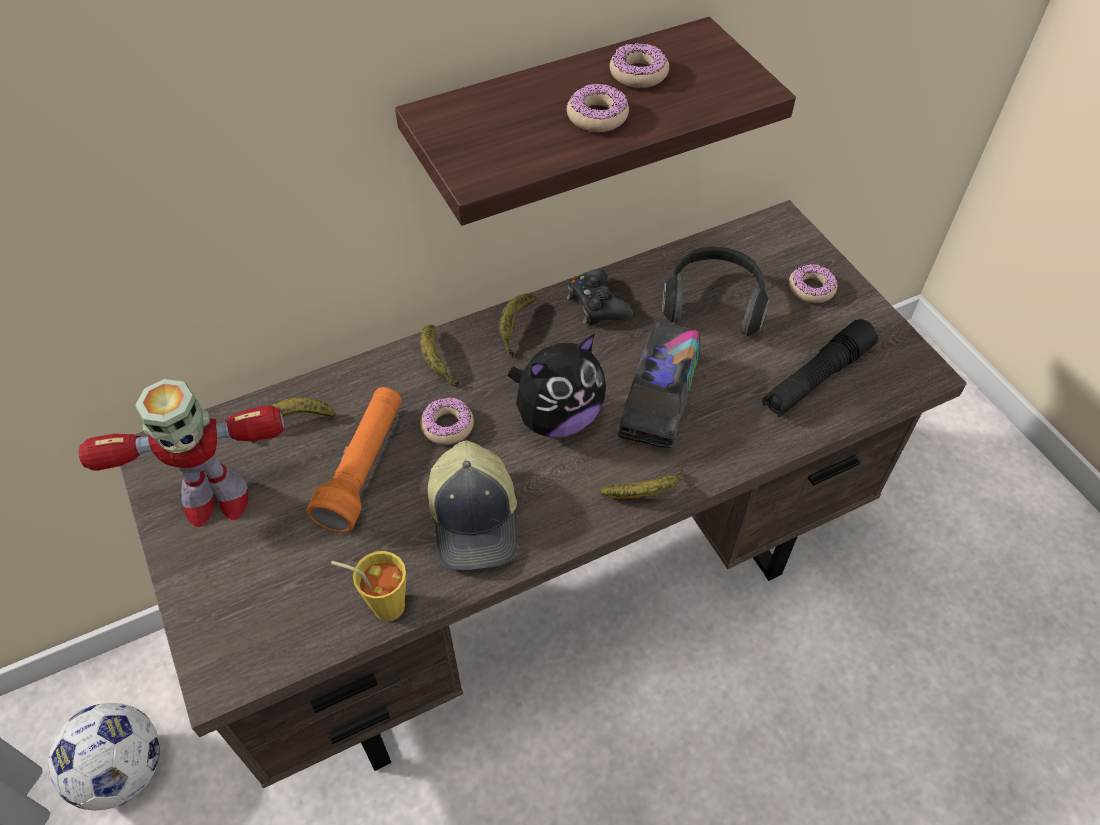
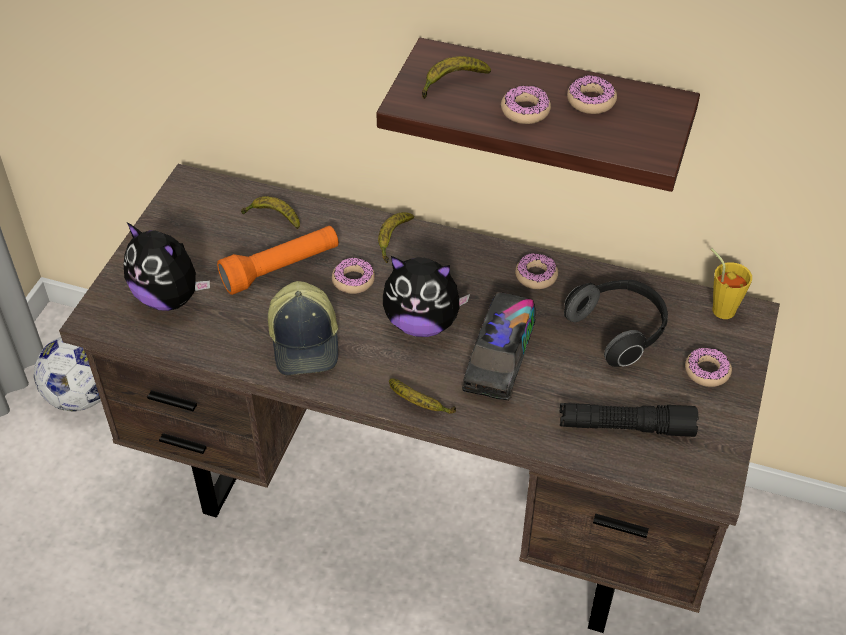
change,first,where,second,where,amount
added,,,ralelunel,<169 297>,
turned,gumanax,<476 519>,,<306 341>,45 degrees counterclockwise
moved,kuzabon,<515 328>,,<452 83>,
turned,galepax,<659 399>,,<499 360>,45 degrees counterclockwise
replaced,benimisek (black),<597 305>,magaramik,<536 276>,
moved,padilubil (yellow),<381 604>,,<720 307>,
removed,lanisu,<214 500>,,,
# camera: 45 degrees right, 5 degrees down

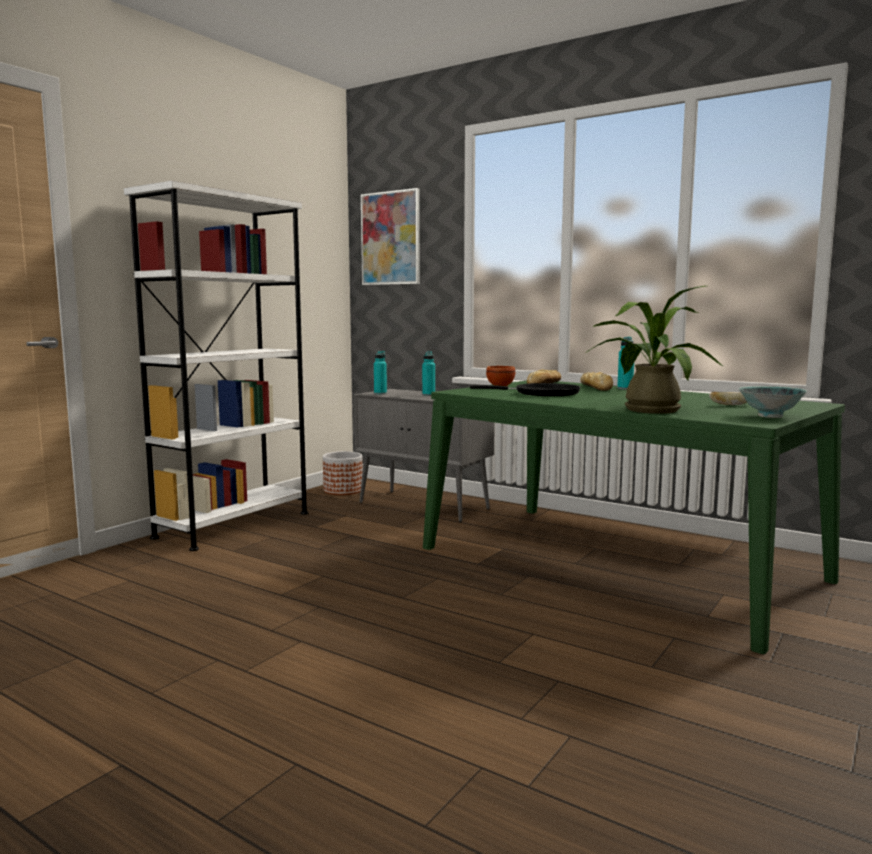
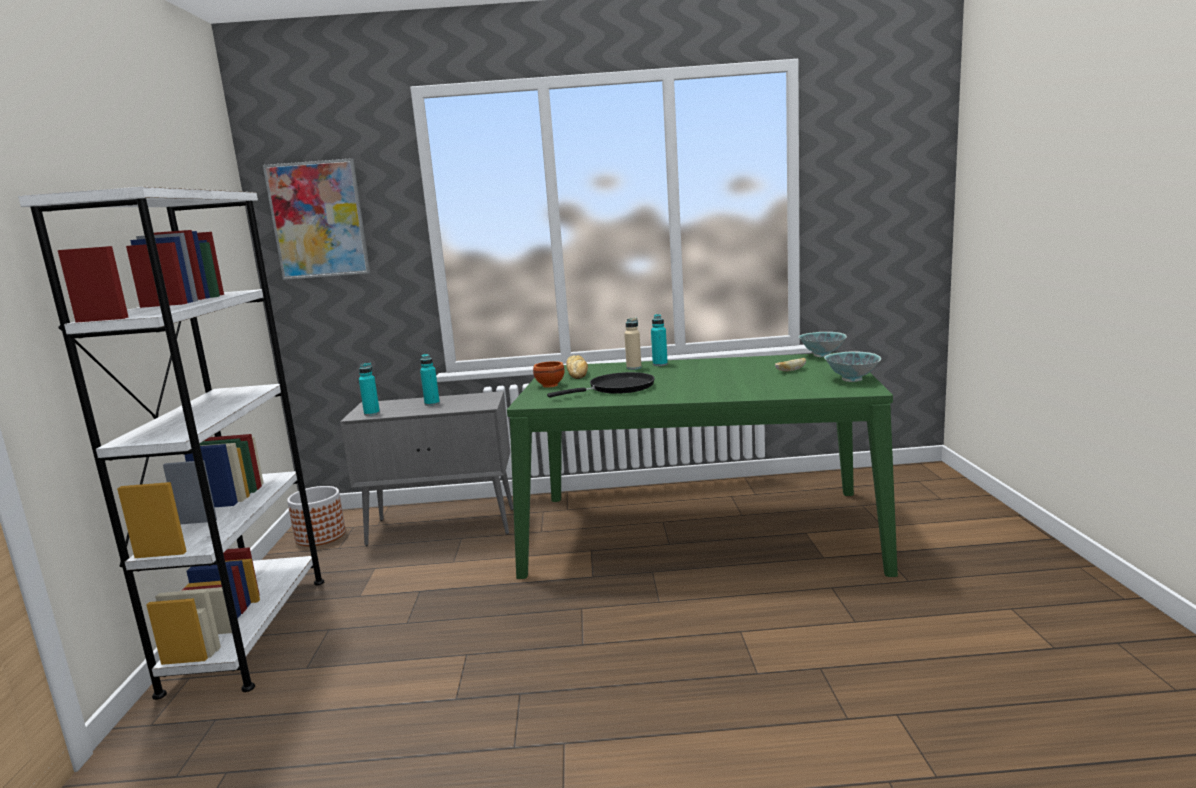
change,first,where,second,where,amount
replaced,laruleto,<596 387>,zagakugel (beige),<634 368>,
added,,,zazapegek,<822 355>,
removed,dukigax,<646 409>,,,
# camera: 35 degrees left, 5 degrees up

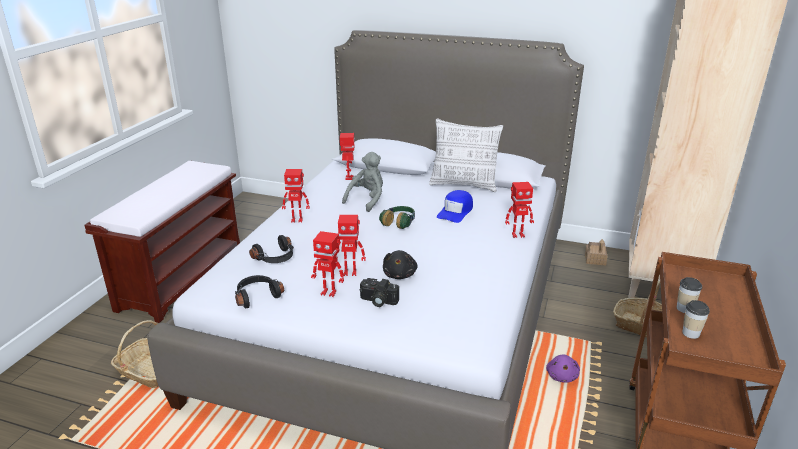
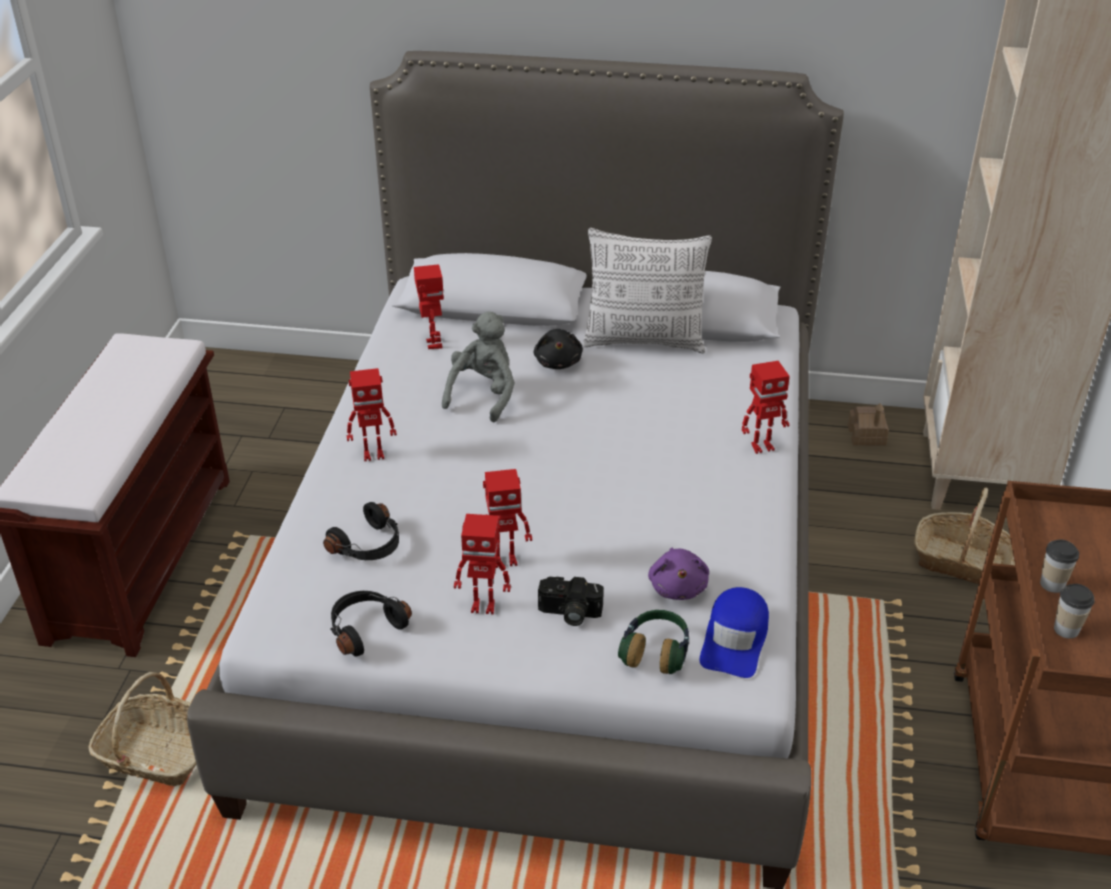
change,first,where,second,where,amount
moved,ralelunel (black),<400 274>,,<558 362>,
moved,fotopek,<399 223>,,<656 652>,
moved,ralelunel (purple),<562 376>,,<678 587>,
moved,gumanax (blue),<456 212>,,<735 639>,
# camera: 10 degrees left, 10 degrees up

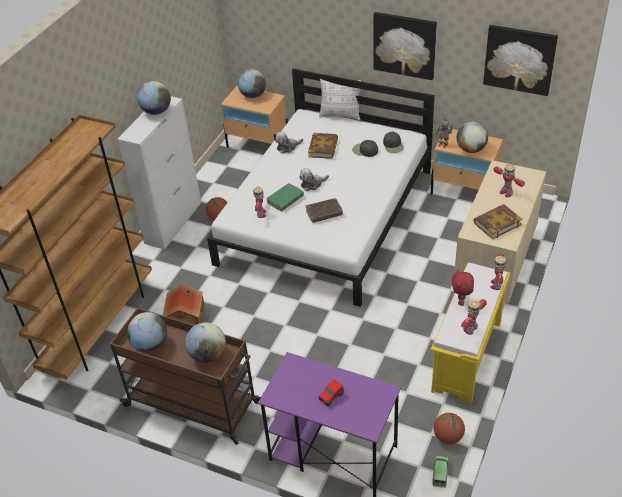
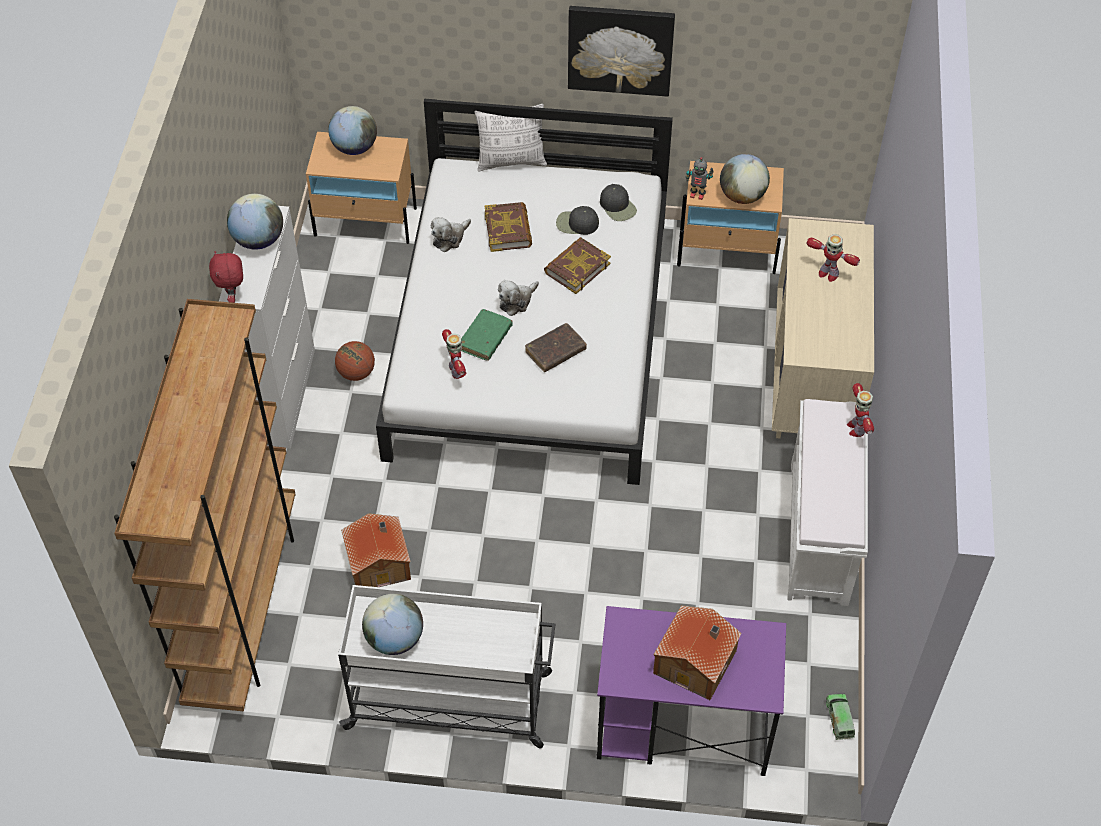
change,first,where,second,where,amount
moved,ralelunel (red),<461 301>,,<233 296>,
recoloured,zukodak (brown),<194 404>,zukodak (white),<451 701>,
moved,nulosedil,<497 223>,,<577 268>,
replaced,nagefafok,<331 397>,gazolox,<696 661>,
recoloured,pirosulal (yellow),<467 357>,pirosulal (white),<820 534>,
removed,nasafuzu,<208 355>,,,
removed,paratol,<448 437>,,,
removed,lanisu,<471 329>,,,
removed,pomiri,<519 59>,,,
# camera: 20 degrees left, 10 degrees up

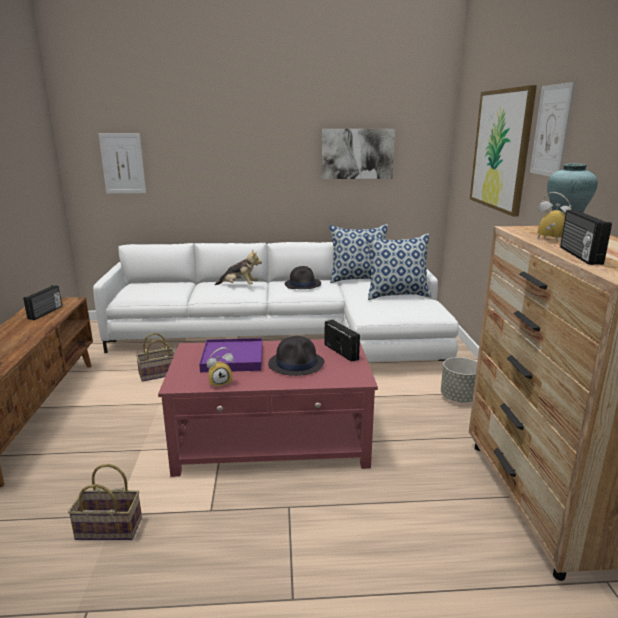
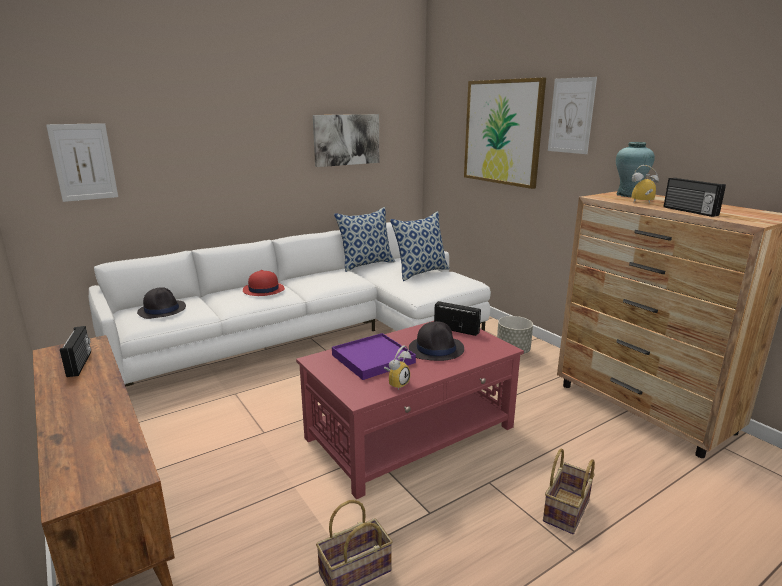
change,first,where,second,where,amount
moved,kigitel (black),<303 284>,,<162 310>,
replaced,ralelunel,<239 286>,kigitel (red),<263 290>,
moved,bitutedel,<157 374>,,<567 512>,
# camera: 30 degrees left, 0 degrees up

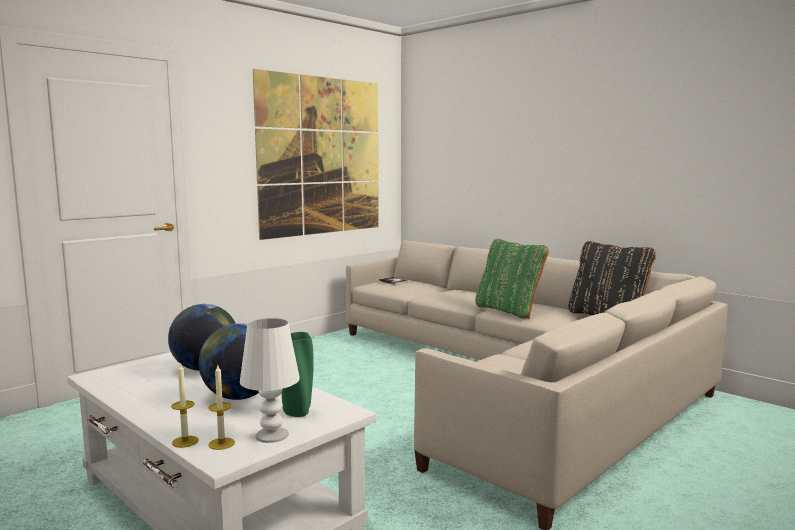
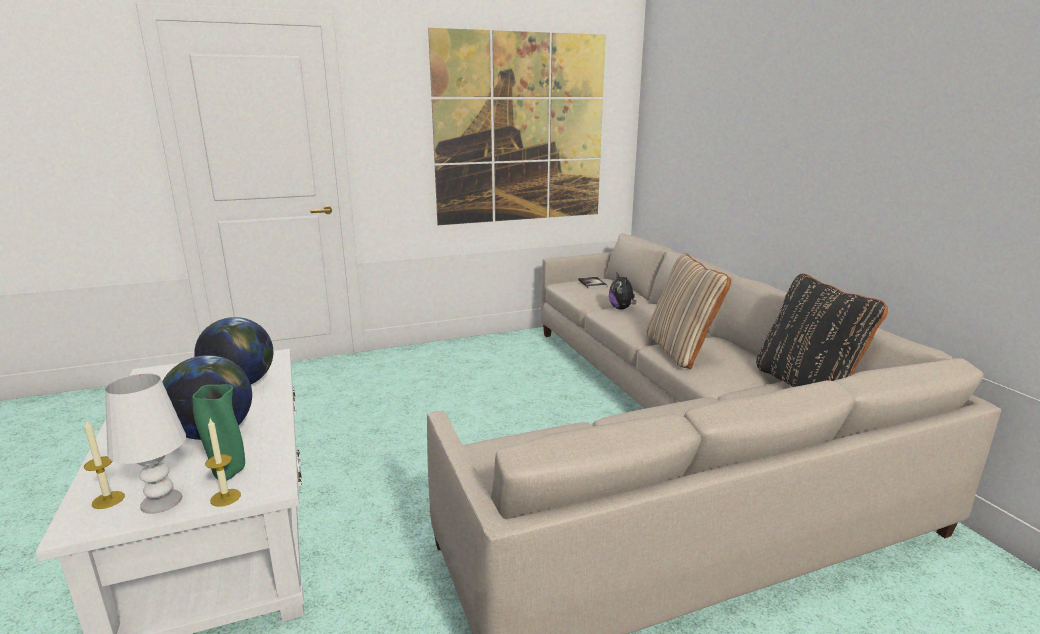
change,first,where,second,where,amount
moved,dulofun,<185 441>,,<225 497>,
added,,,ralelunel,<621 308>,
recoloured,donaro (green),<509 311>,donaro (beige),<680 350>,
# camera: 25 degrees right, 10 degrees up

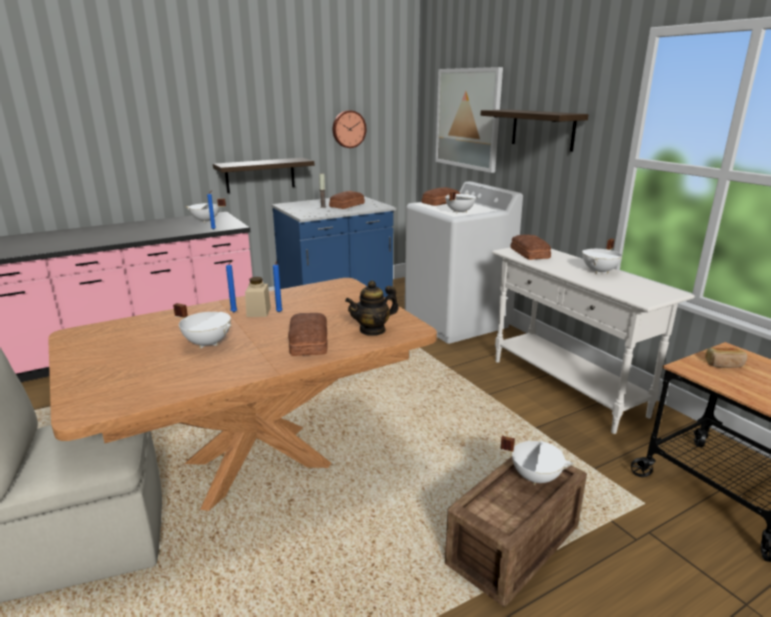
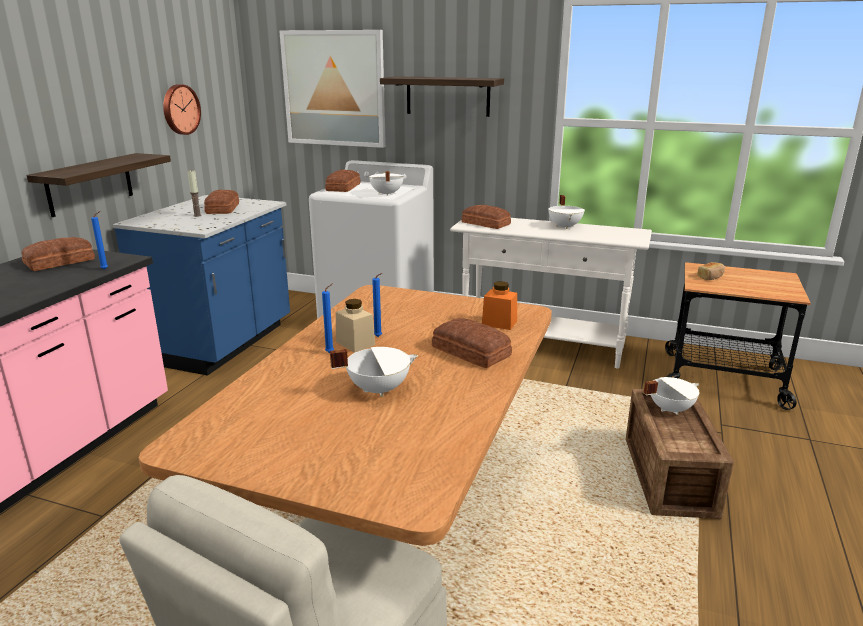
change,first,where,second,where,amount
replaced,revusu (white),<206 221>,laruleto,<61 262>,
replaced,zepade,<372 330>,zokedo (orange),<499 323>,
# camera: 40 degrees left, 0 degrees up

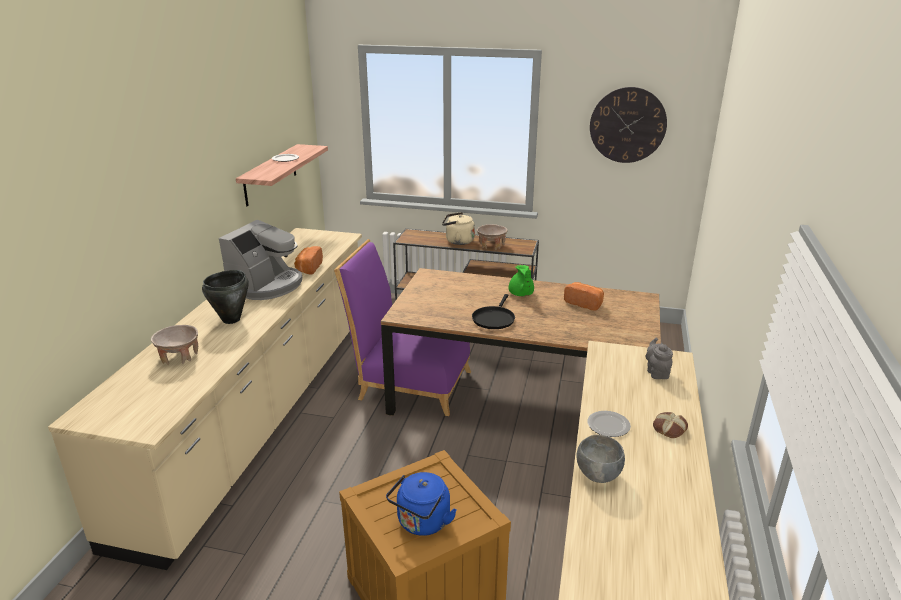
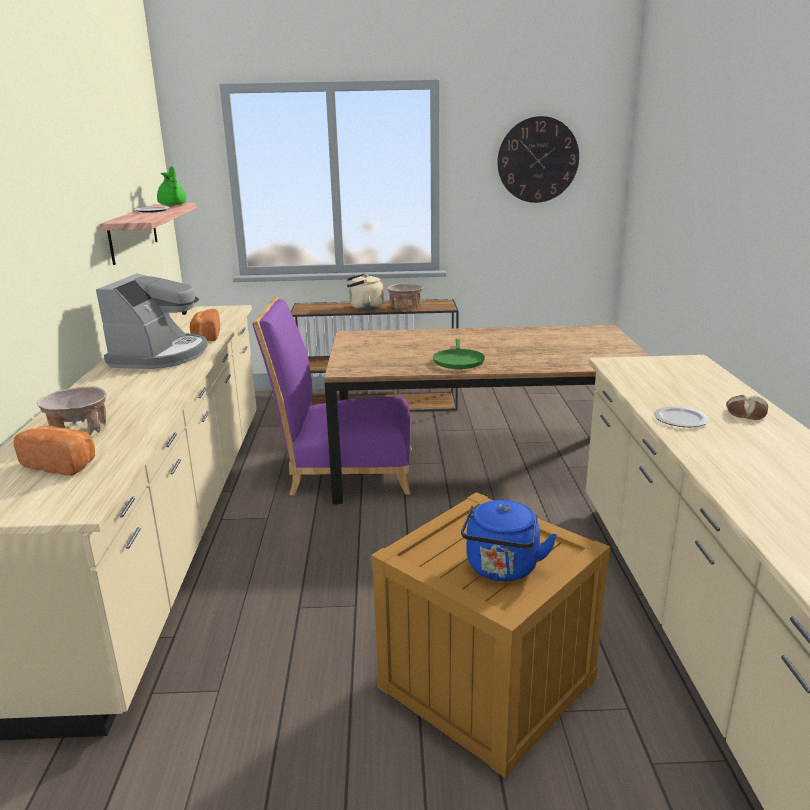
change,first,where,second,where,amount
moved,laruleto,<584 303>,,<63 464>,
moved,zepade (green),<521 294>,,<172 205>,
recoloured,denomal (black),<494 319>,denomal (green),<458 361>,
removed,revusu (black),<231 319>,,,
removed,zazapegek (grey),<597 475>,,,
removed,zepade (grey),<657 372>,,,
# camera: 15 degrees left, 5 degrees down

